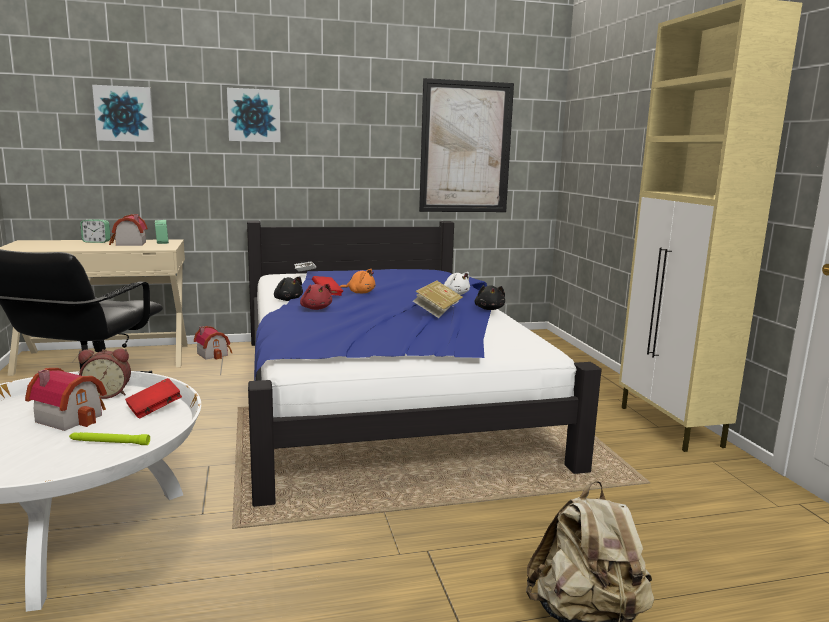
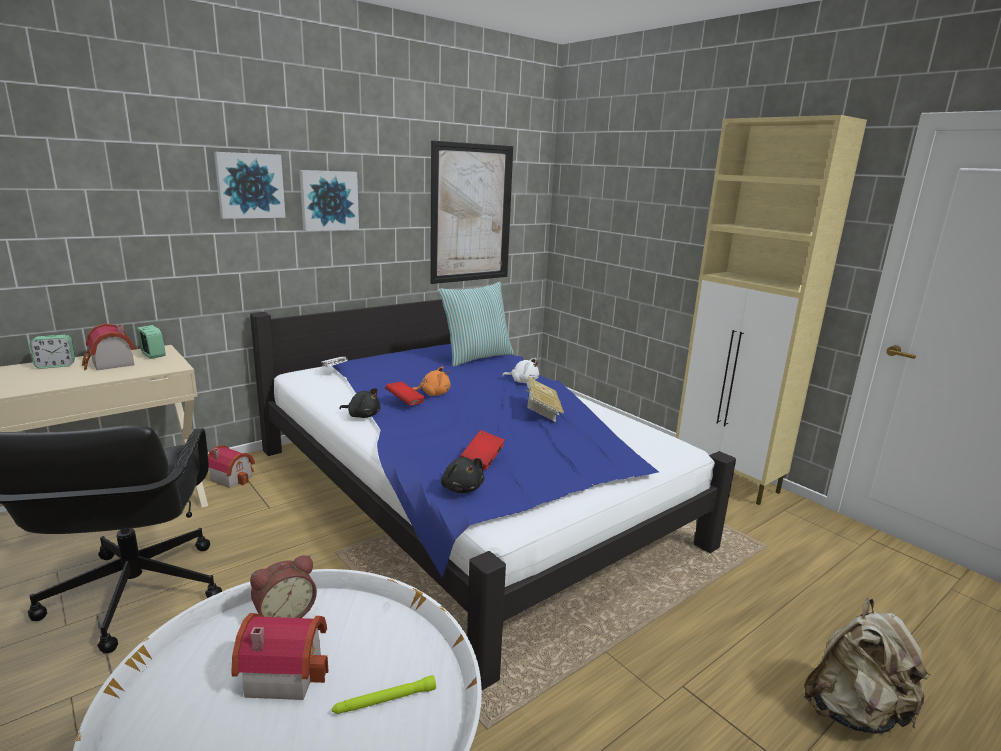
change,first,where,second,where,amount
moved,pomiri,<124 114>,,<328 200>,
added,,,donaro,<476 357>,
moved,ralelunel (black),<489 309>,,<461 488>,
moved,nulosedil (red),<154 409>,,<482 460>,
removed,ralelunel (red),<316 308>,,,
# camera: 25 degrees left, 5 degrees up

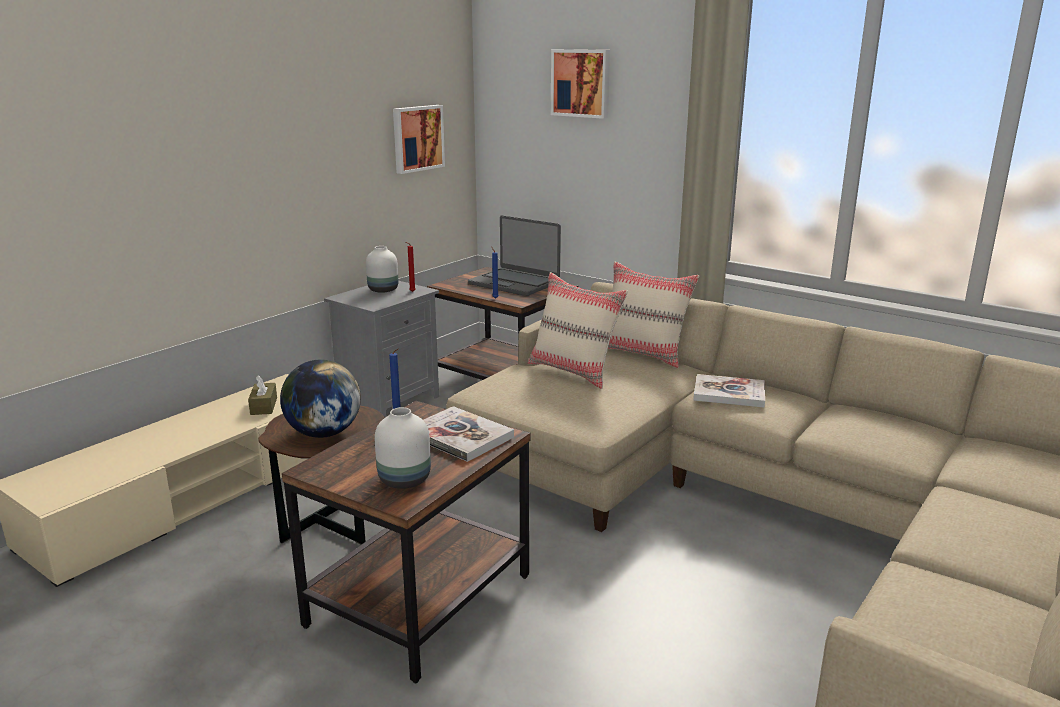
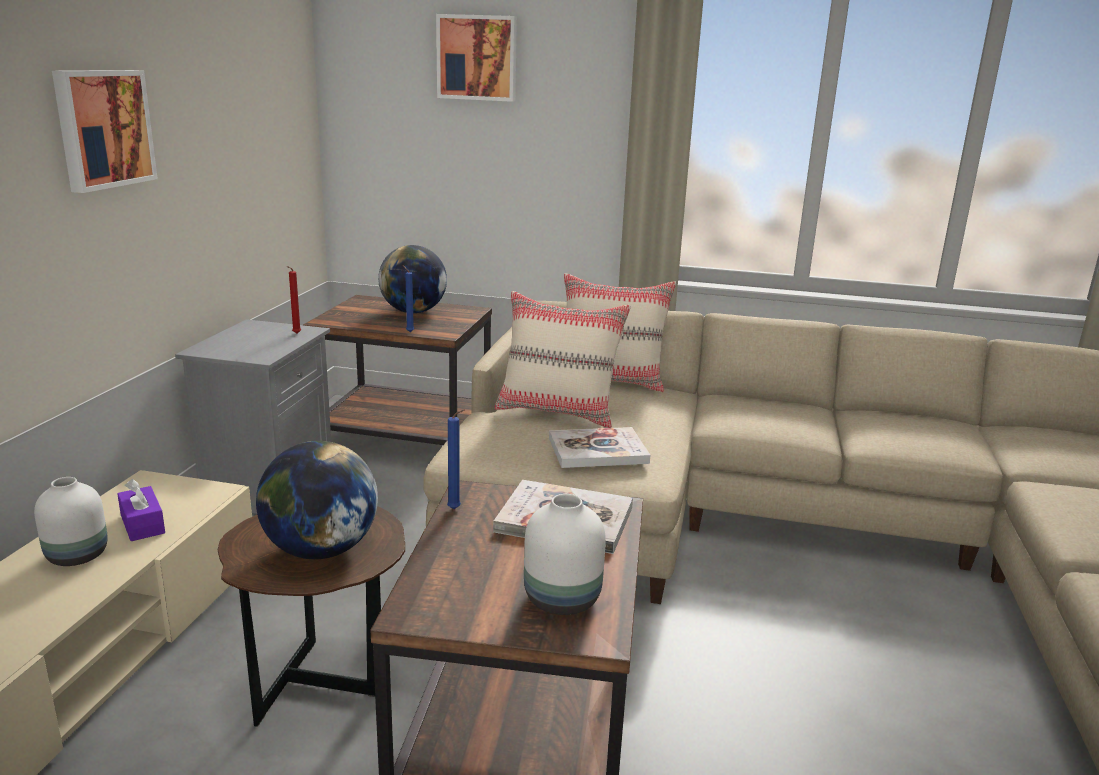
change,first,where,second,where,amount
moved,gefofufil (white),<384 290>,,<78 555>,
moved,pomiri,<417 138>,,<102 128>,
recoloured,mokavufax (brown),<264 406>,mokavufax (purple),<142 524>,
replaced,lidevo,<514 283>,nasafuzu,<413 312>,
moved,nulosedil,<729 393>,,<598 450>,
# camera: 25 degrees left, 0 degrees up

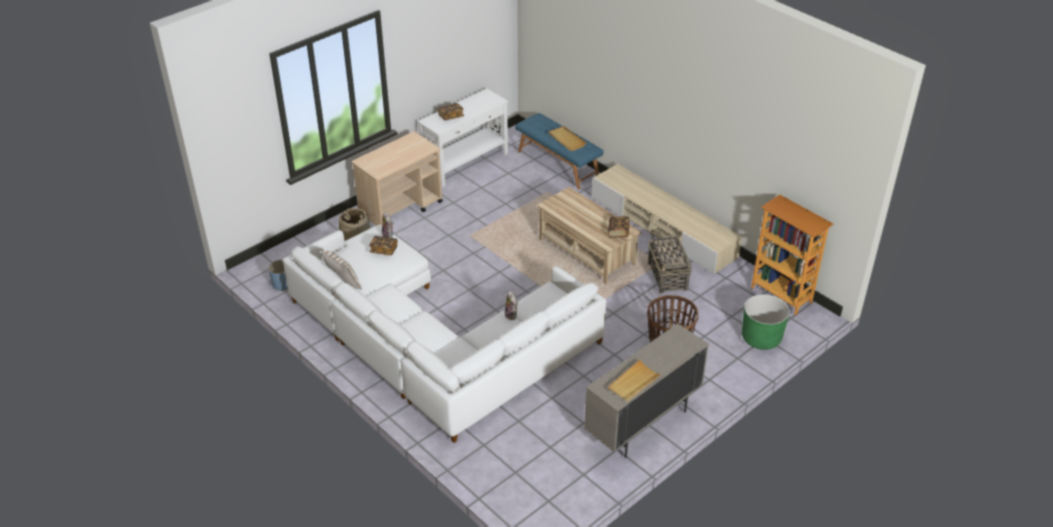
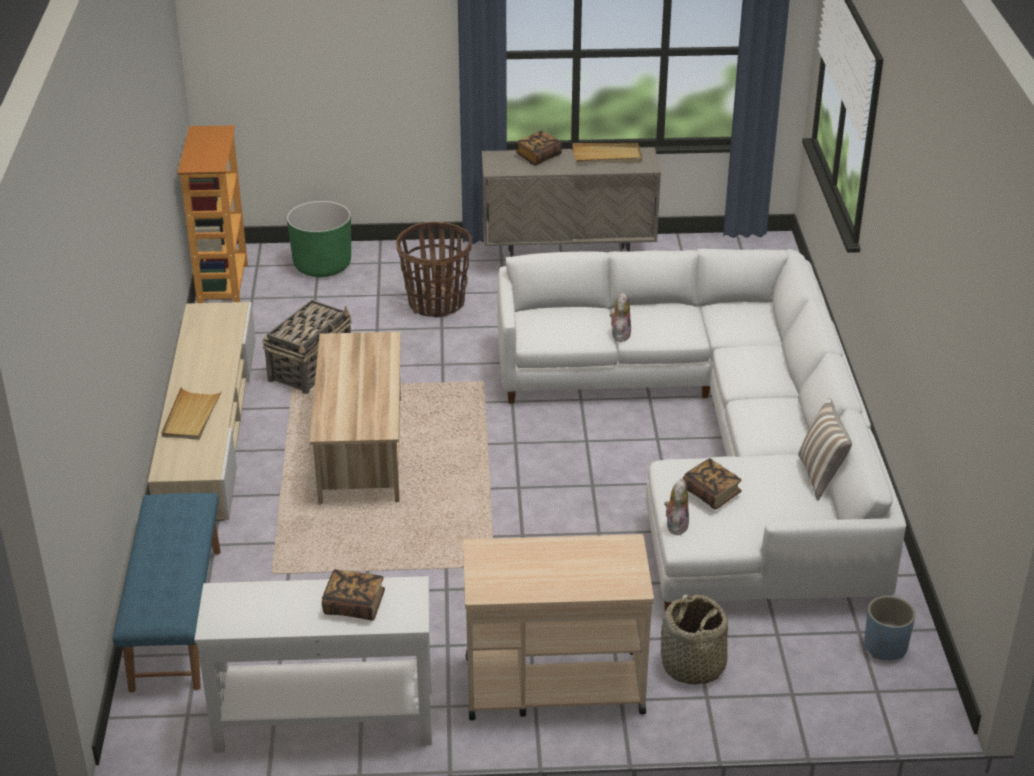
change,first,where,second,where,amount
moved,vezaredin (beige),<566 140>,,<191 416>,
moved,nulosedil,<618 232>,,<538 156>,
# camera: 140 degrees left, 5 degrees down

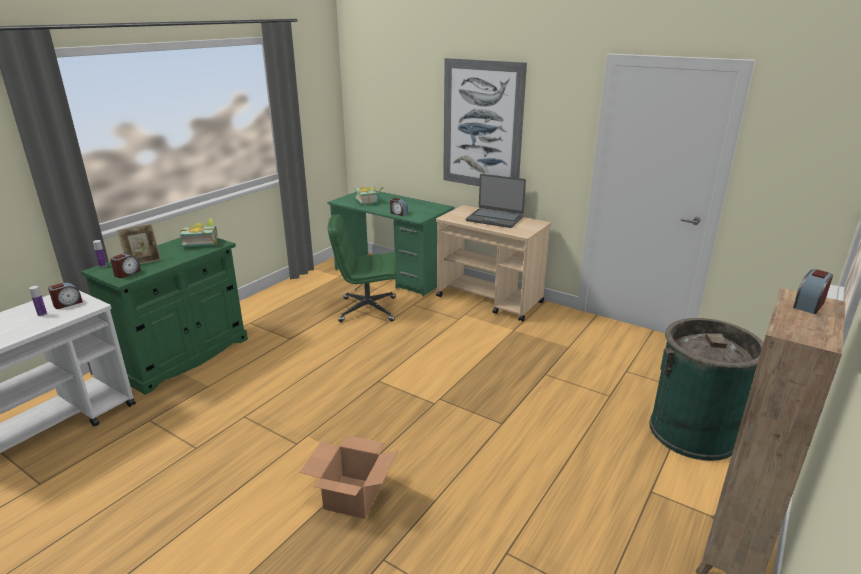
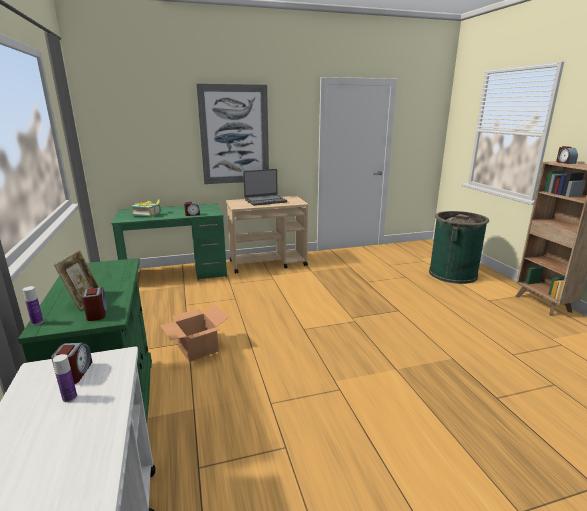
change,first,where,second,where,amount
moved,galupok,<353 497>,,<198 349>,
removed,nulosedil,<201 242>,,,
removed,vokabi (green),<367 309>,,,
# camera: 50 degrees left, 5 degrees down

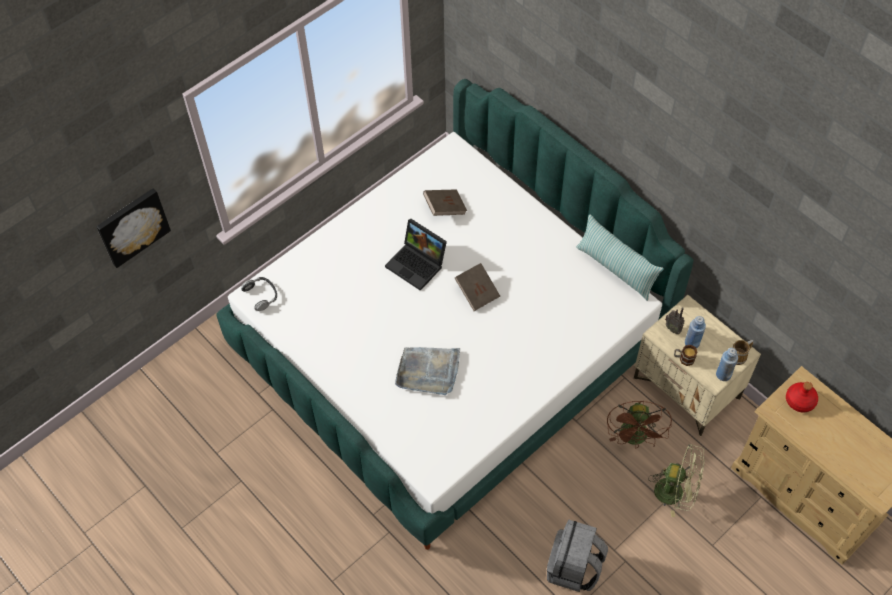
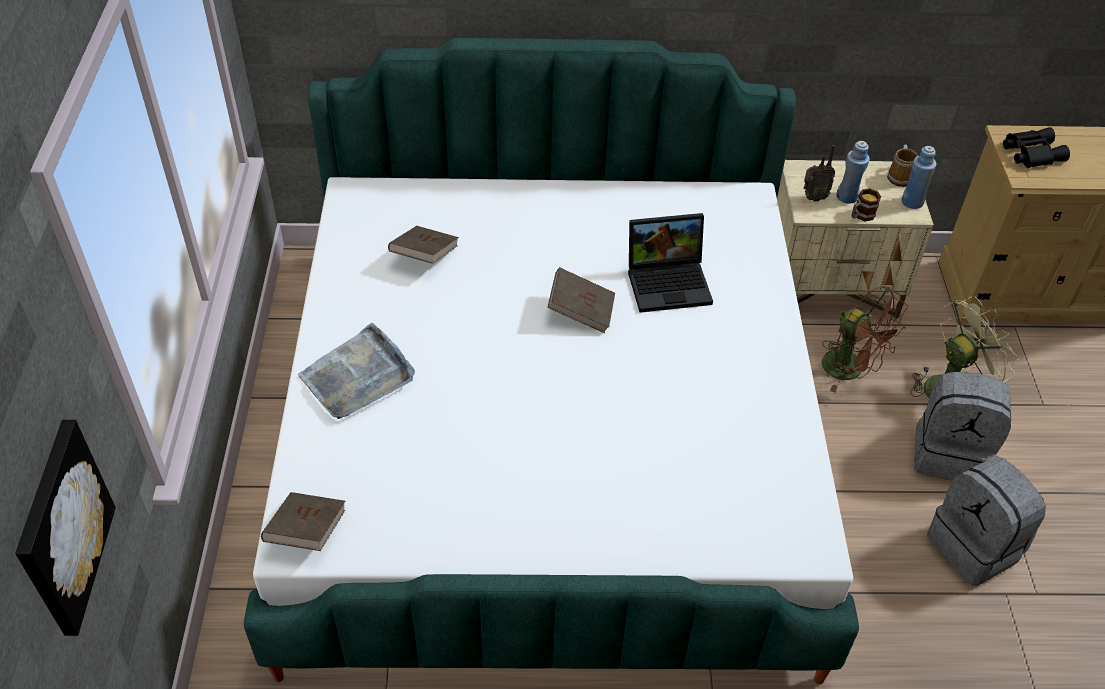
change,first,where,second,where,amount
replaced,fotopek,<261 295>,nulosedil (brown),<307 532>,
moved,vezaredin (grey),<428 371>,,<358 376>,
moved,lidevo,<418 264>,,<669 282>,
added,,,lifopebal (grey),<949 453>,
replaced,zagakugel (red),<799 400>,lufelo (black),<1030 153>,
removed,donaro,<616 269>,,,
# camera: 50 degrees left, 10 degrees down

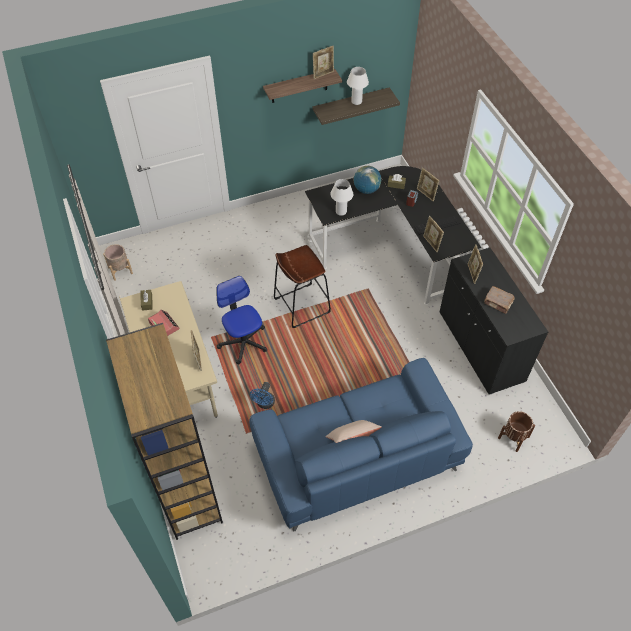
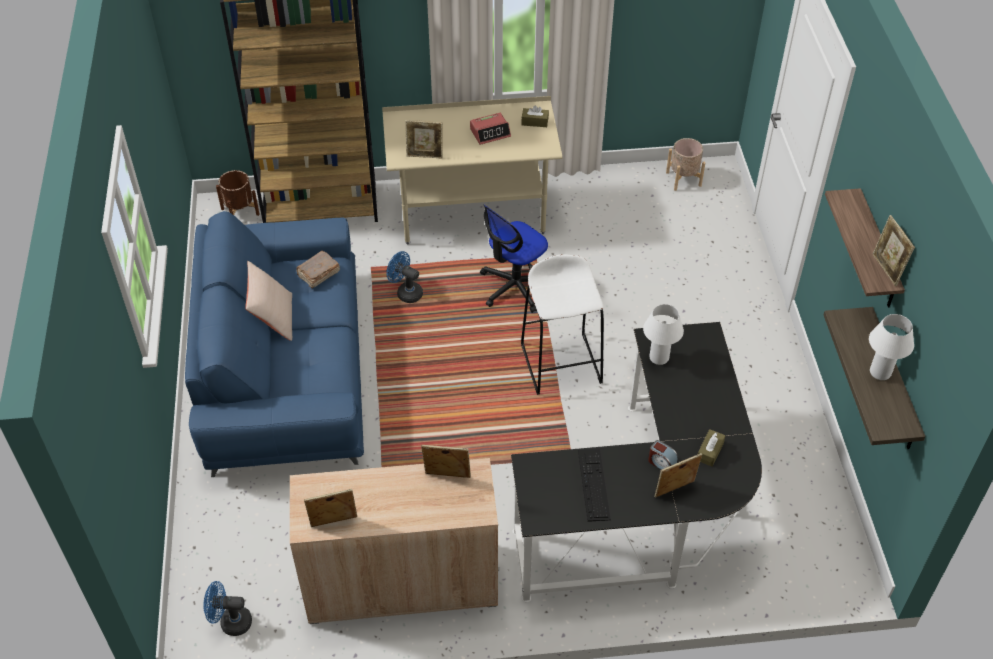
change,first,where,second,where,amount
added,,,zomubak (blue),<230 622>,
moved,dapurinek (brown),<513 437>,,<240 212>,
recoloured,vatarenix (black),<480 346>,vatarenix (beige),<401 583>,
moved,nulosedil (brown),<498 303>,,<318 274>,
moved,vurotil,<431 244>,,<333 523>,
turned,vokabi,<243 342>,,<514 287>,150 degrees clockwise
recoloured,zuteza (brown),<301 305>,zuteza (white),<561 363>,
removed,nasafuzu,<366 190>,,,
# camera: 105 degrees right, 5 degrees down

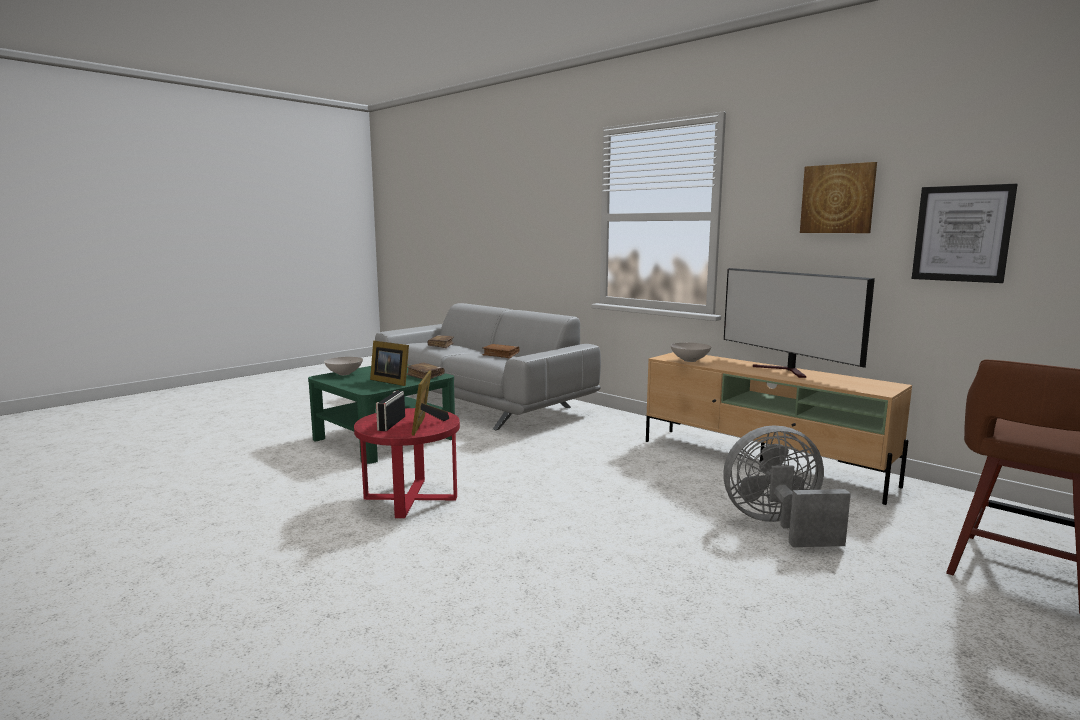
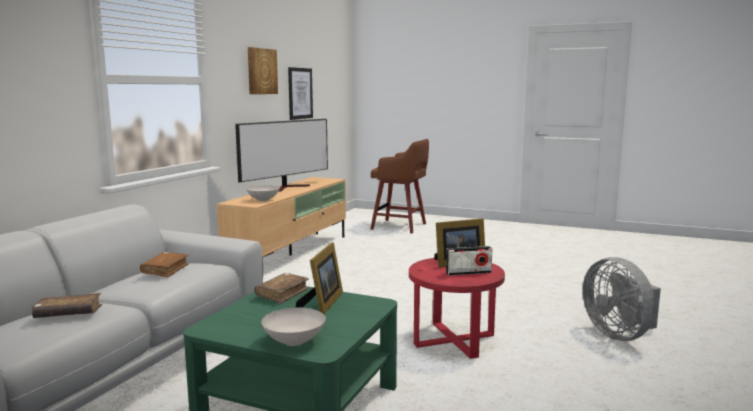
change,first,where,second,where,amount
moved,zomubak (grey),<778 525>,,<619 334>,
# camera: 110 degrees left, 0 degrees up

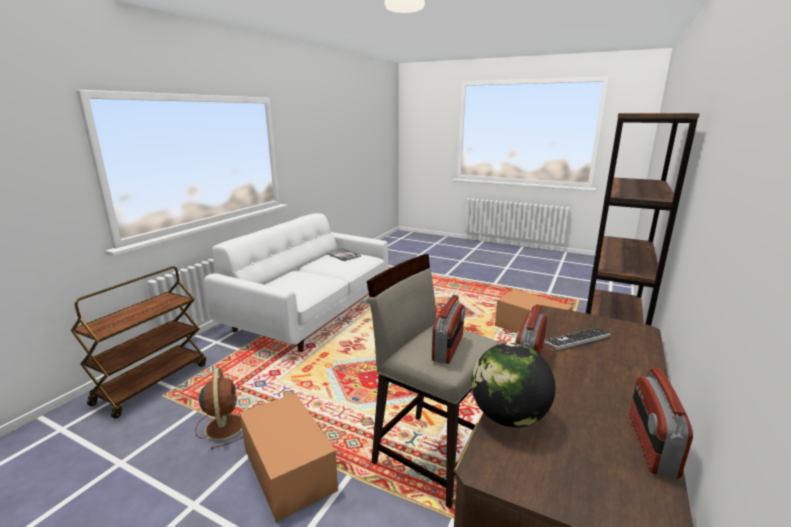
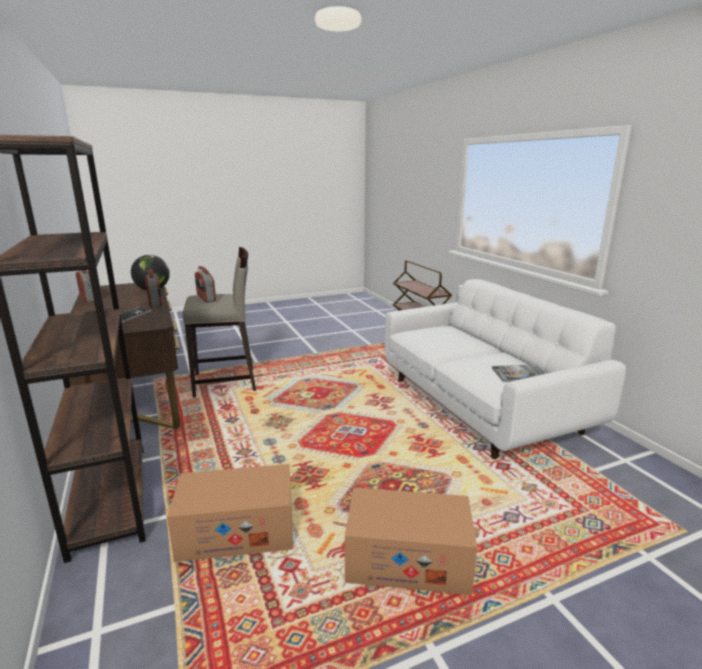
change,first,where,second,where,amount
moved,galupok,<288 469>,,<407 560>,
removed,zomubak (brown),<225 425>,,,
# camera: 130 degrees right, 0 degrees up

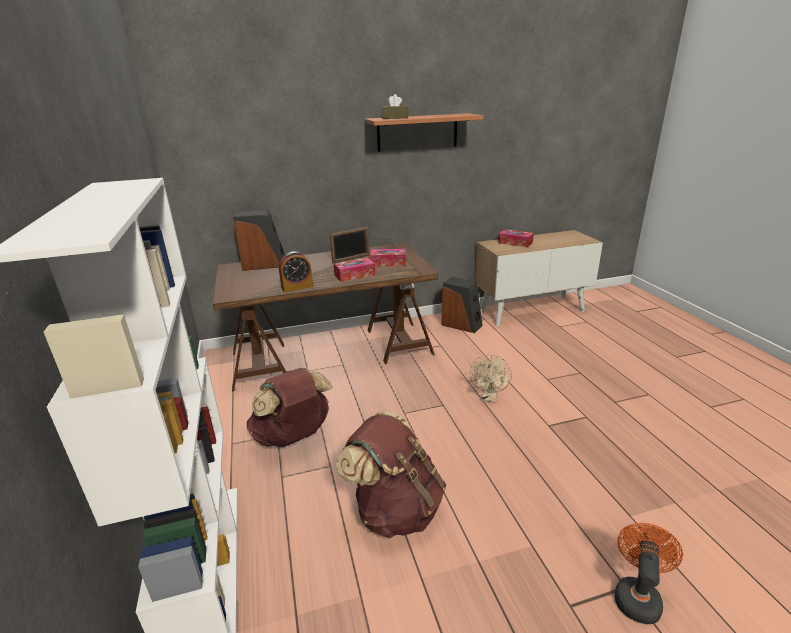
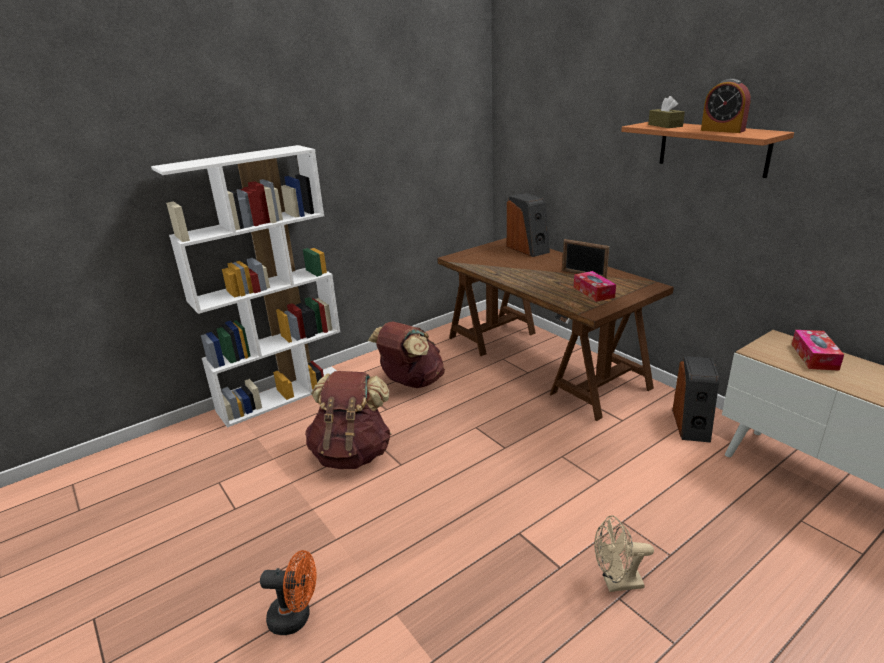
change,first,where,second,where,amount
moved,zomubak (beige),<489 397>,,<616 583>,
moved,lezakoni,<297 287>,,<722 130>,
removed,mokavufax,<355 275>,,,
# camera: 70 degrees right, 0 degrees up

